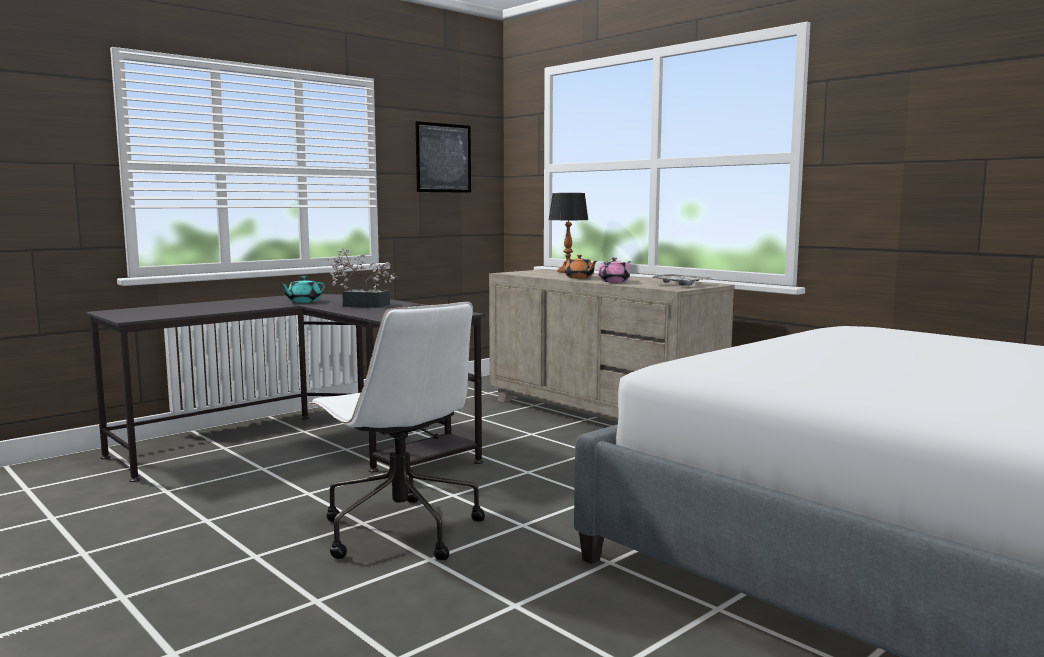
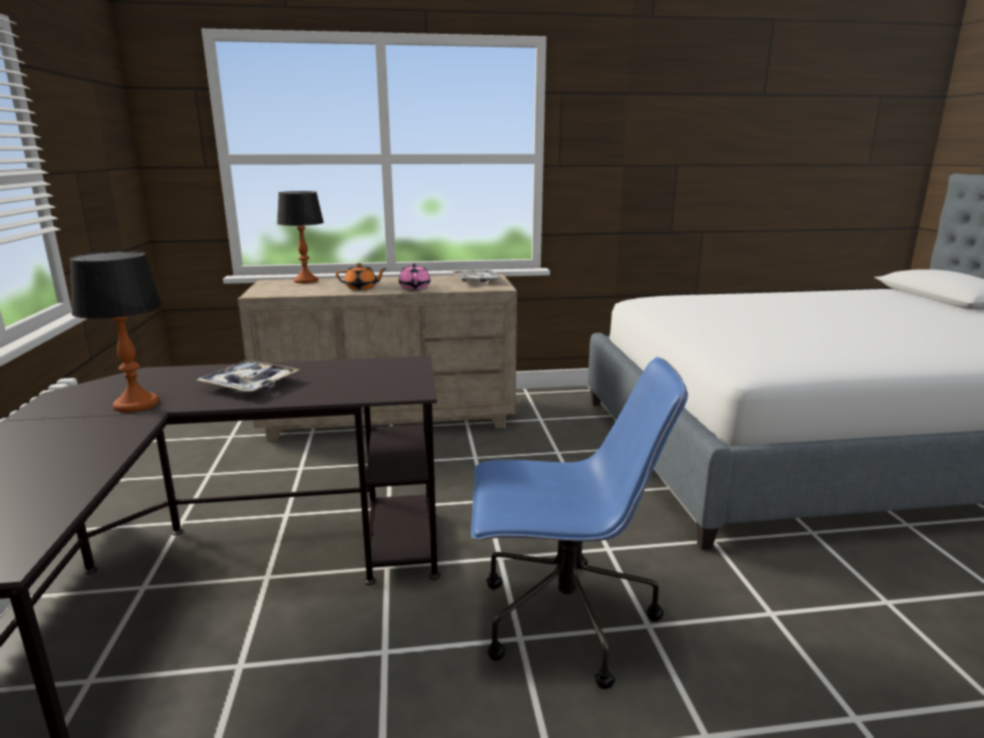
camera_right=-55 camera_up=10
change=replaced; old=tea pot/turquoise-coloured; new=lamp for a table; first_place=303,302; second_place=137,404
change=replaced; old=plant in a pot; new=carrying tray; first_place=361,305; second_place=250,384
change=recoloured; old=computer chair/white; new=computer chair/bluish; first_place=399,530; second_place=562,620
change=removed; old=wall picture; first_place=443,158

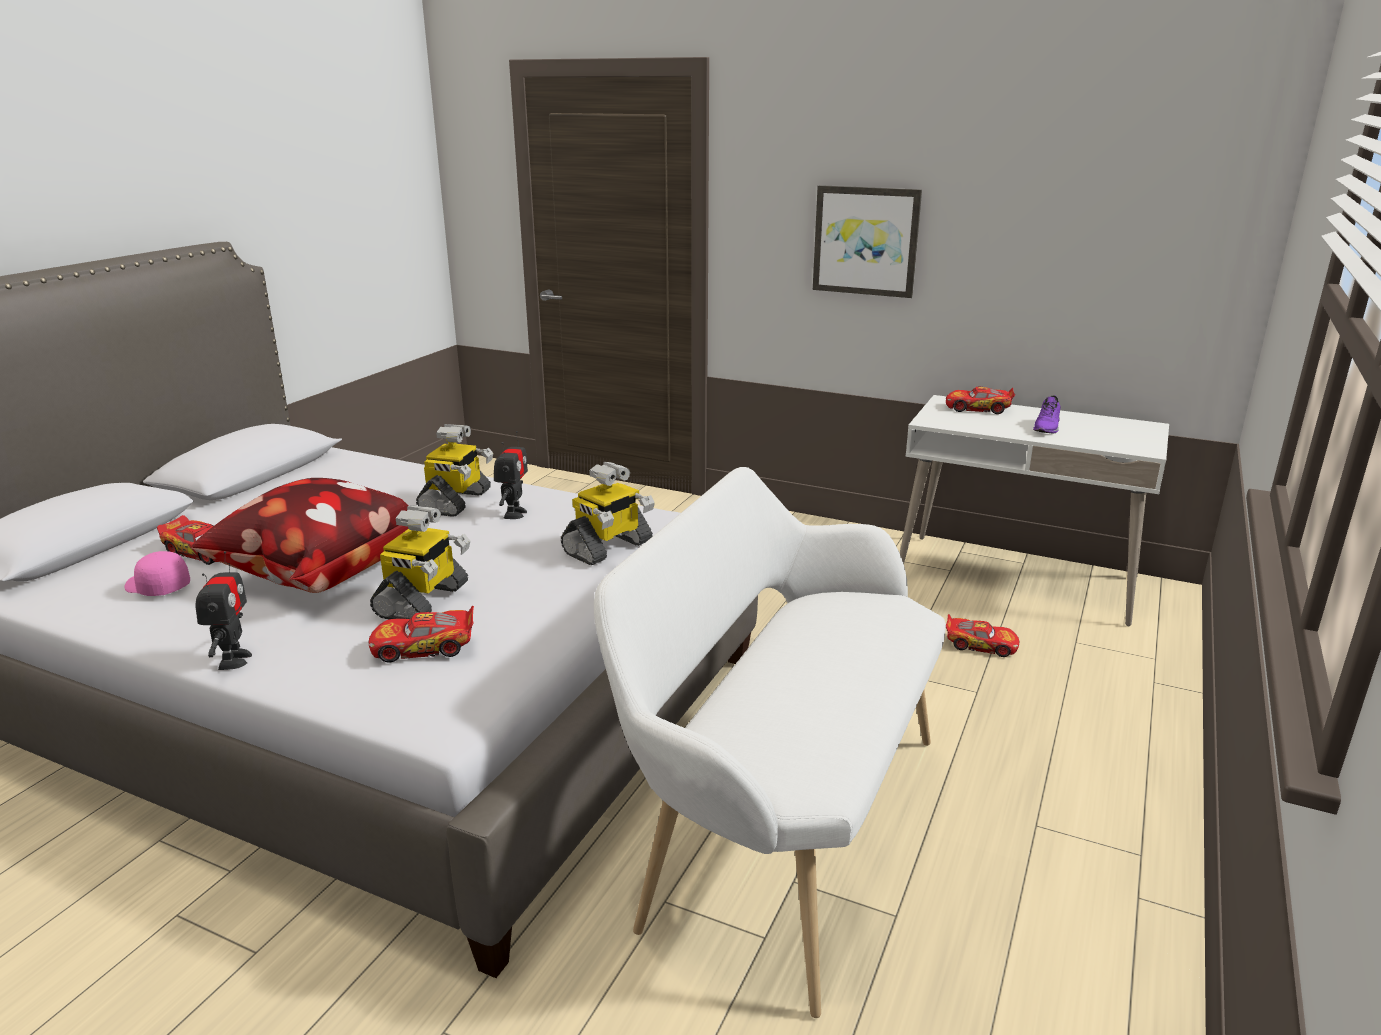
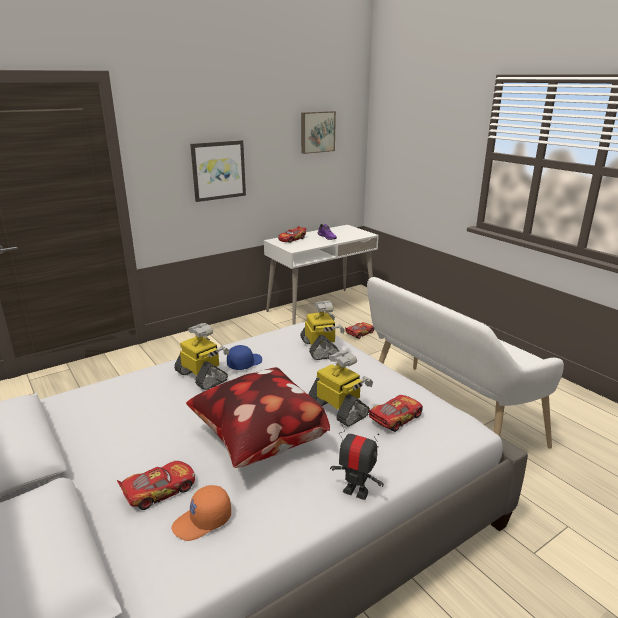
camera_right=-60 camera_up=0
change=recoloured; old=peaked cap/pink; new=peaked cap/orangey; first_place=157,587; second_place=203,521
change=replaced; old=model robot; new=peaked cap/bluish; first_place=514,514; second_place=244,363
change=added; new=wall picture; second_place=317,132
change=turned; old=miniature car; first_place=424,647; second_place=395,418; degrees=-150

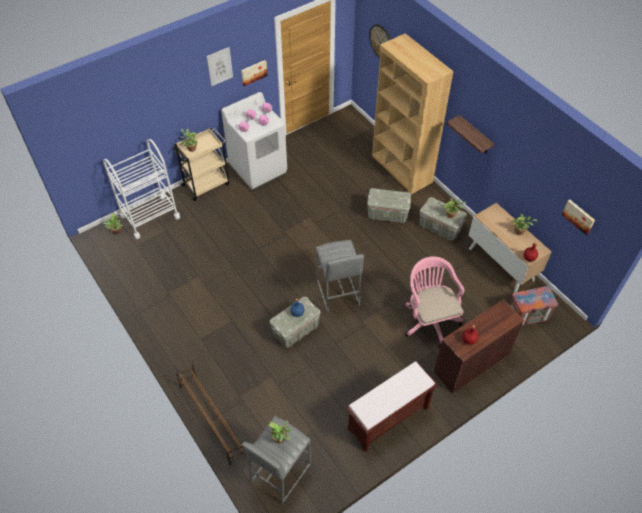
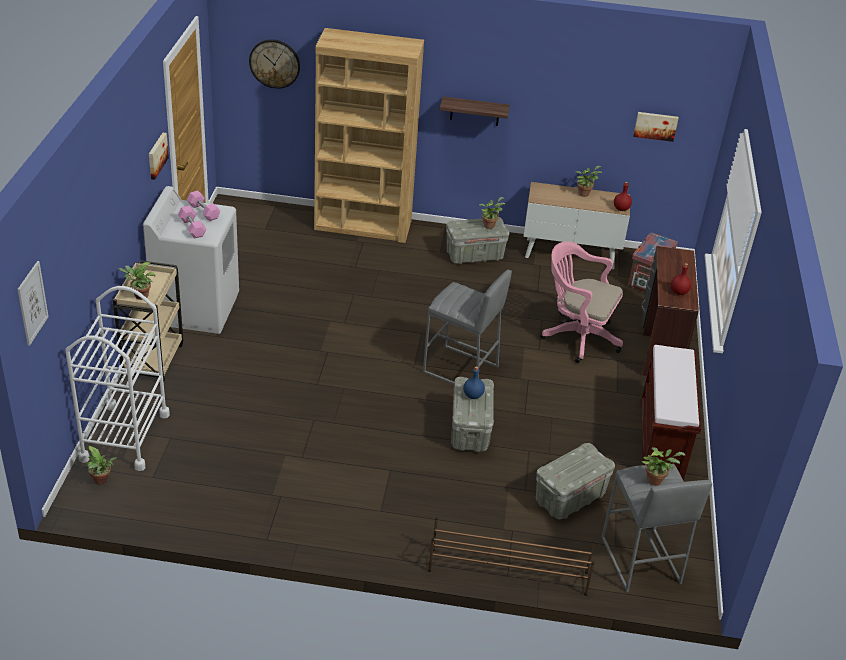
camera_right=-50 camera_up=-15
change=moved; old=wall picture; first_place=219,66; second_place=32,303
change=moved; old=storage bin/gray; first_place=387,214; second_place=570,498

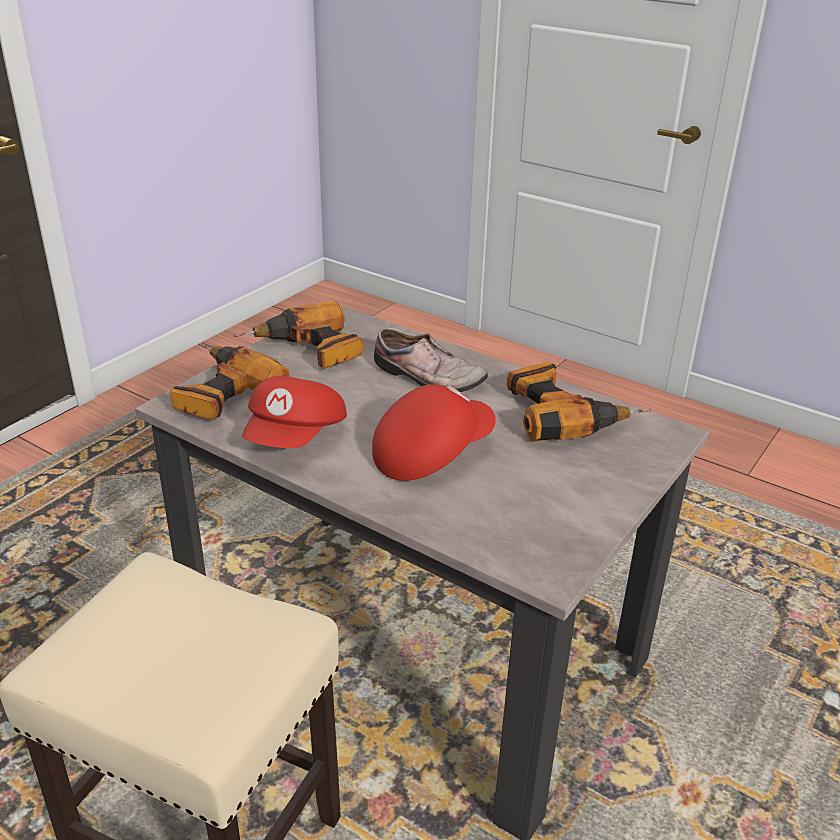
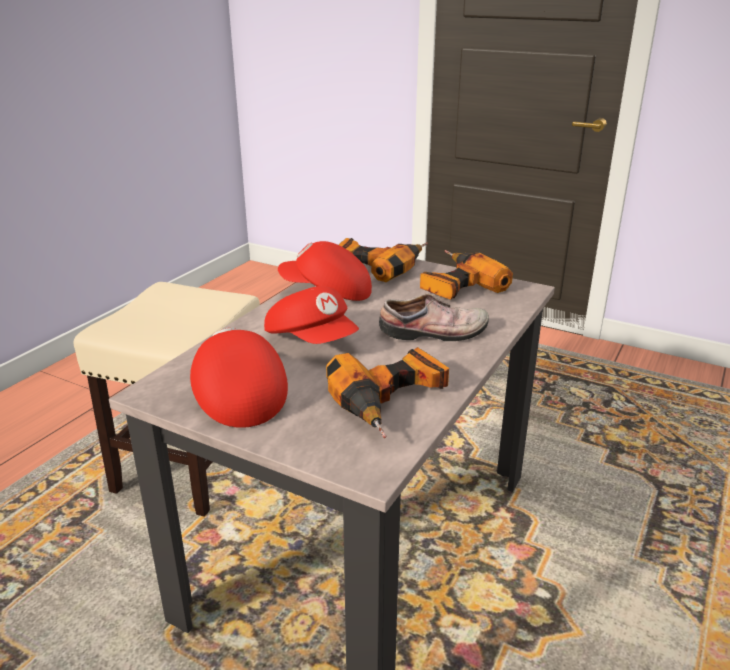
camera_right=85 camera_up=-5
change=added; new=peaked cap/red; second_place=237,396
change=turned; old=shoe; first_place=427,377; second_place=435,333; degrees=-120

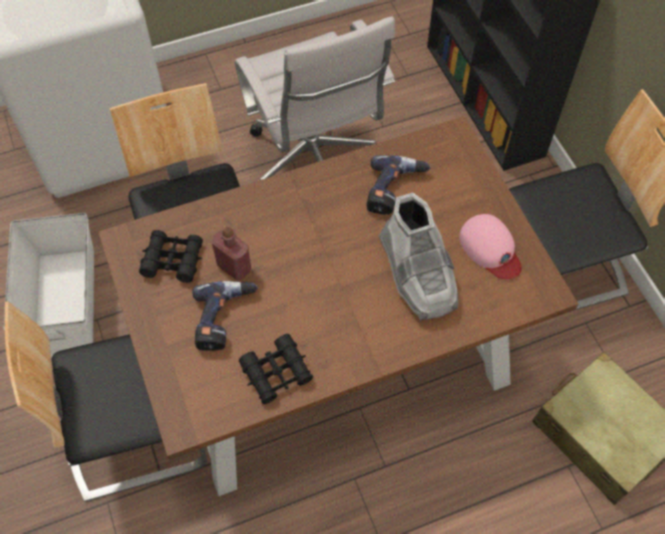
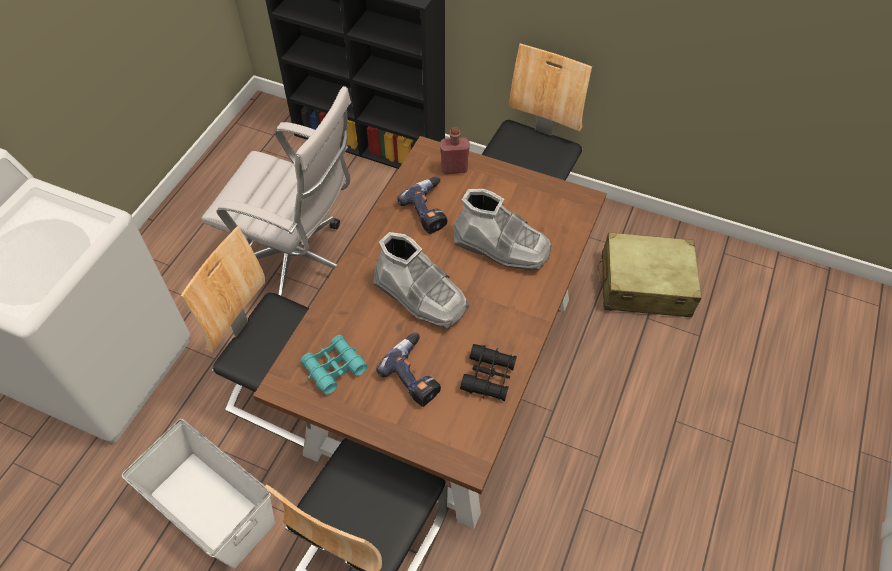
camera_right=-45 camera_up=-5
change=recoloured; old=pair of binoculars/black-coloured; new=pair of binoculars/turquoise-coloured; first_place=173,260; second_place=334,368
change=added; new=tall boot/gray; second_place=421,296
change=moved; old=beverage bottle/red; first_place=234,267; second_place=454,169
change=removed; old=peaked cap/pink; first_place=490,249

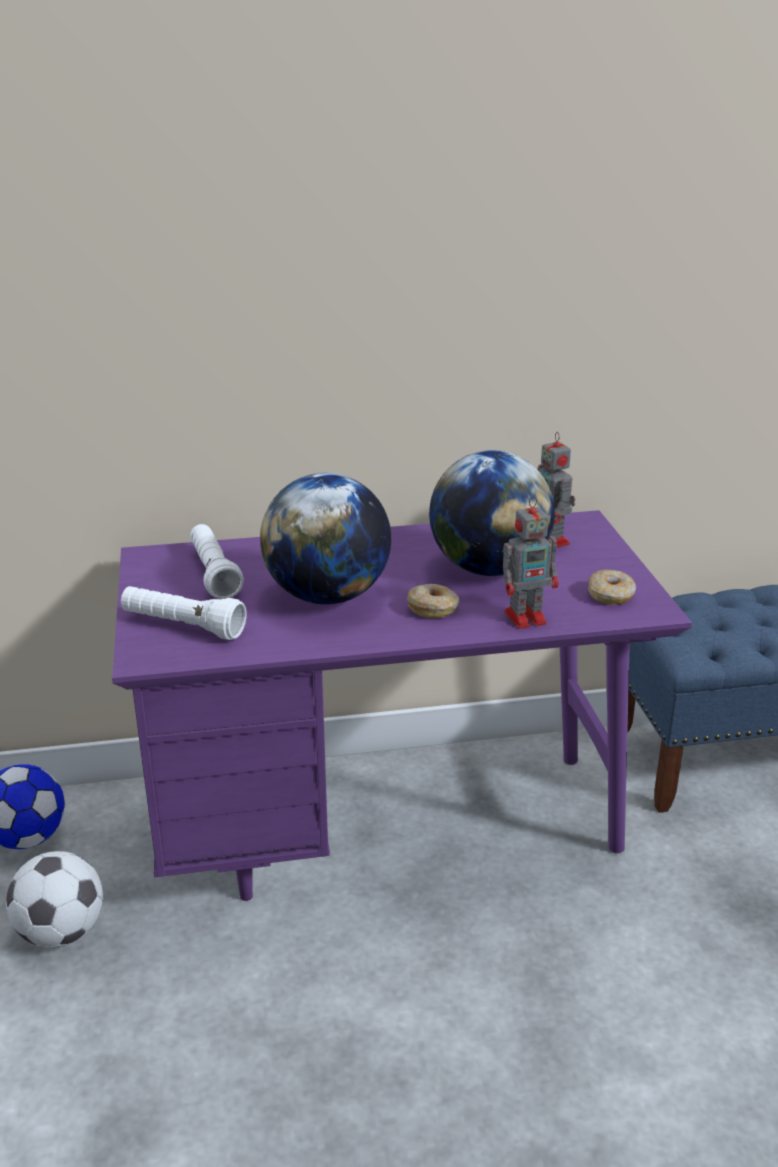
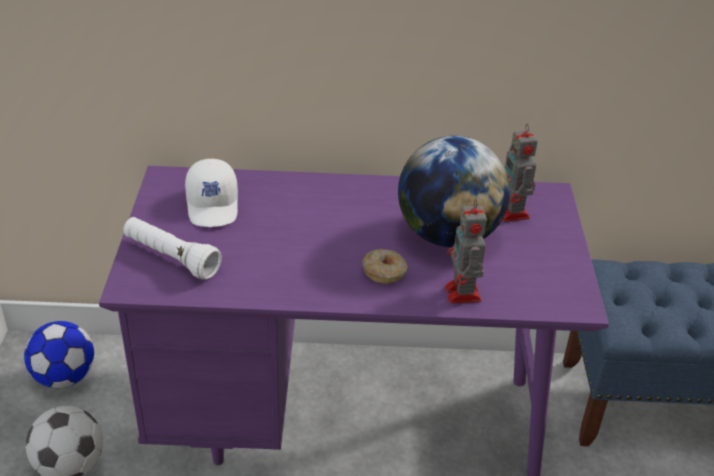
camera_right=10 camera_up=10
change=replaced; old=torch/white; new=peaked cap/white; first_place=214,574; second_place=213,205
change=turned; old=model robot; first_place=527,617; second_place=463,295; degrees=90
change=removed; old=globe; first_place=327,596
change=removed; old=ring doughnut; first_place=611,595

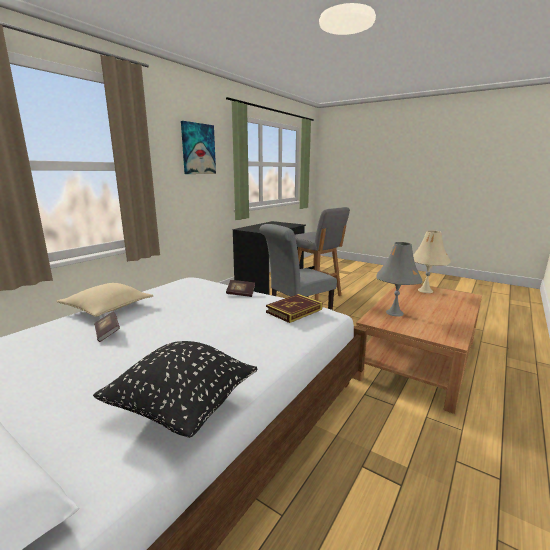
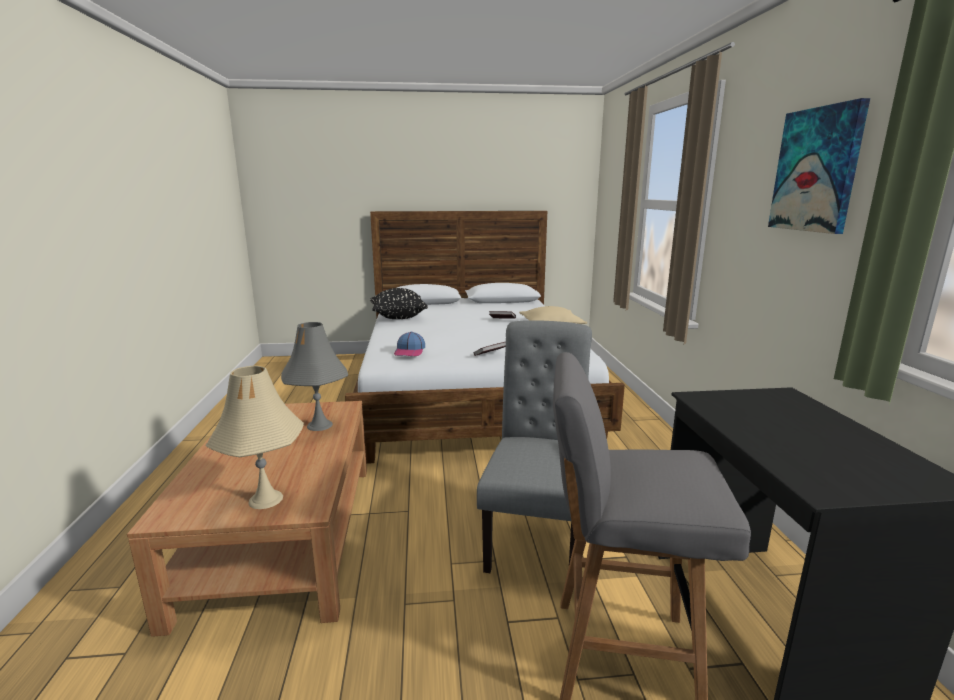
camera_right=140 camera_up=0
change=replaced; old=volume; new=peaked cap; first_place=294,311; second_place=410,351

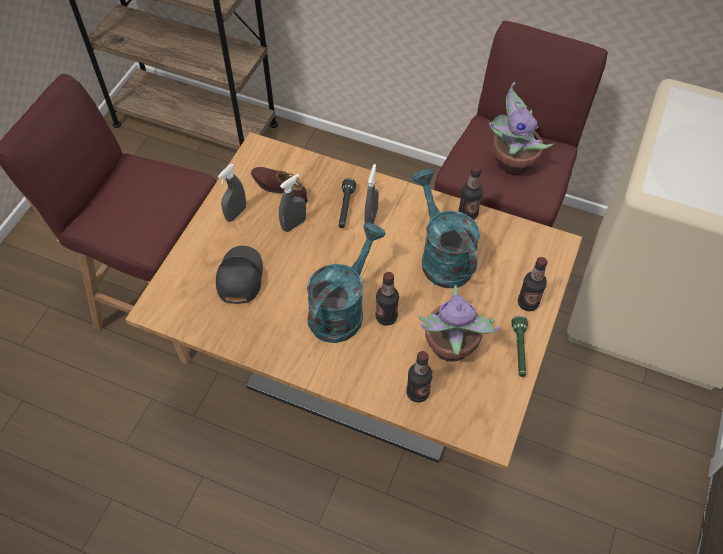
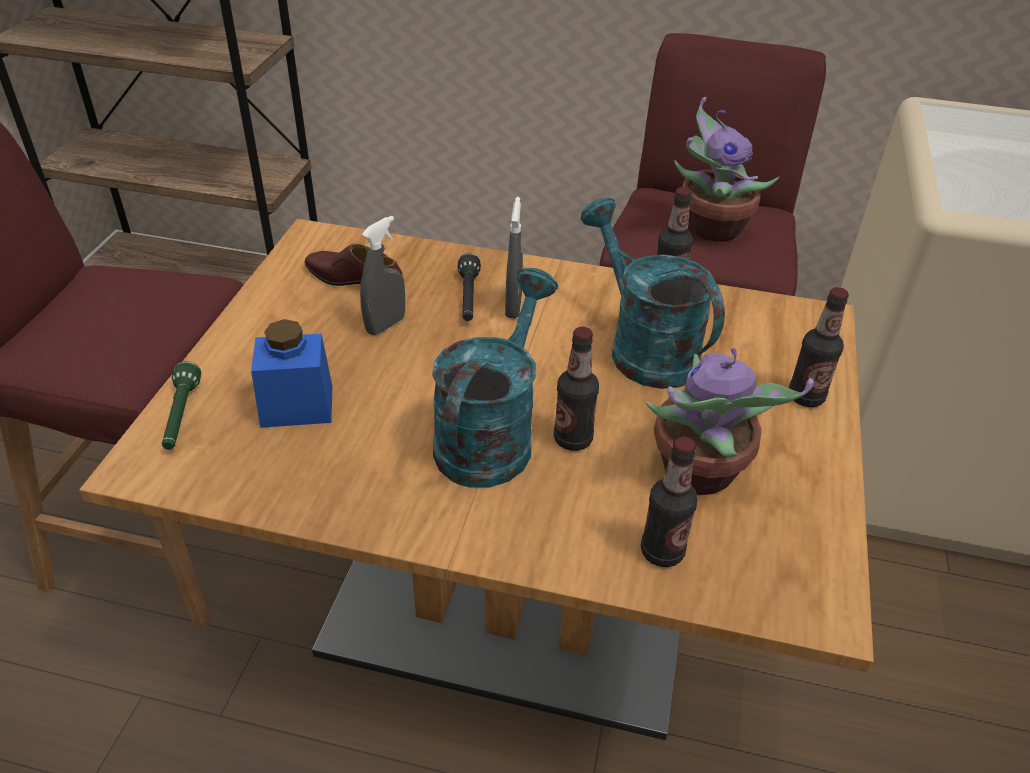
camera_right=-10 camera_up=-15
change=moved; old=torch/greenish; first_place=519,350; second_place=181,416
change=replaced; old=peaked cap/black-coloured; new=storage jar/bluish; first_place=239,278; second_place=297,406
change=removed; old=spray bottle/gray; first_place=236,213

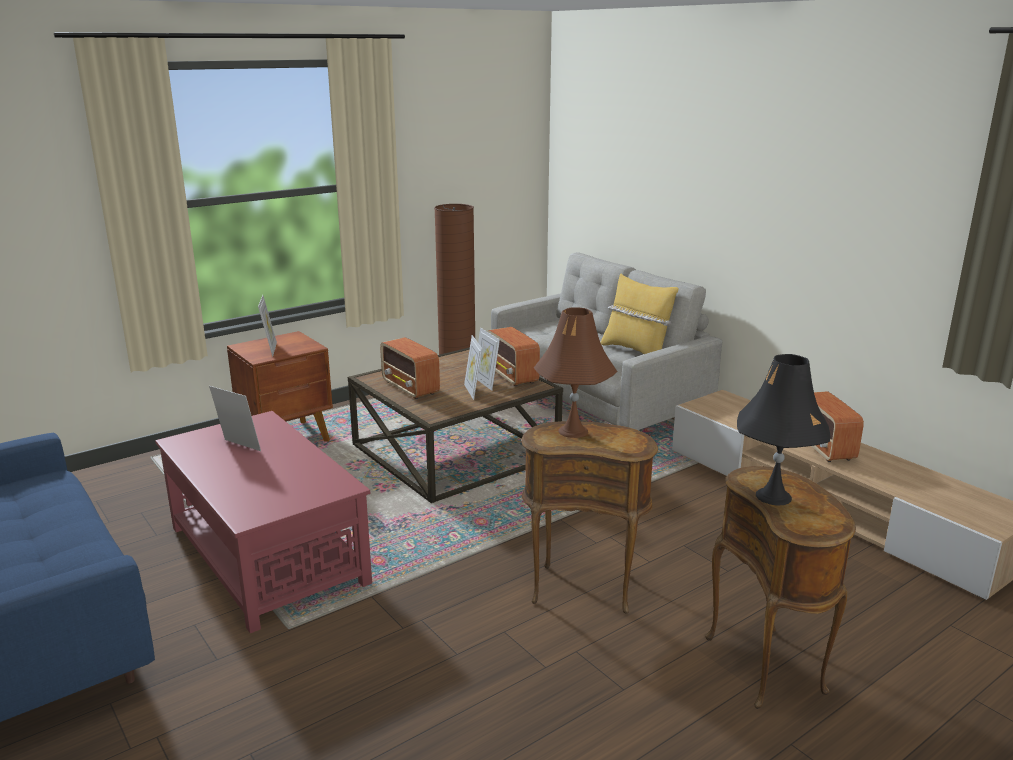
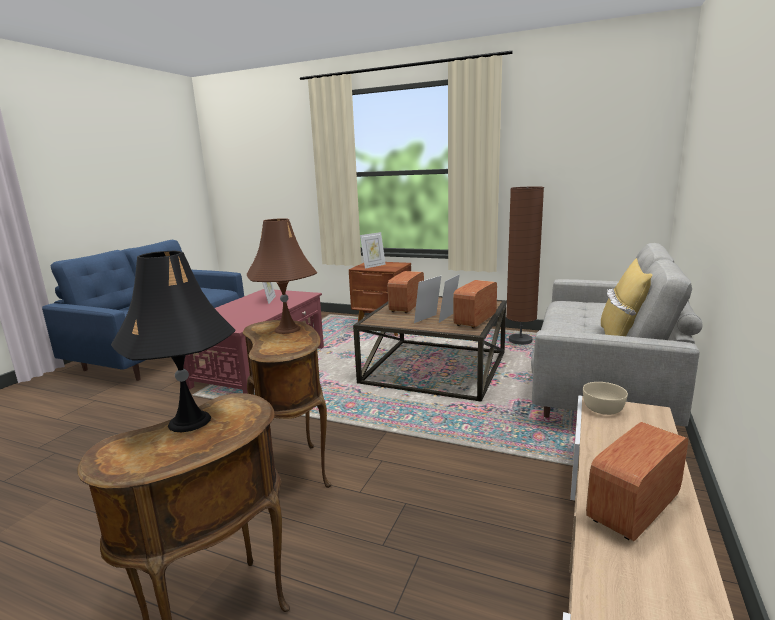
camera_right=60 camera_up=-5
change=added; new=serving bowl/beige-coloured; second_place=602,408

